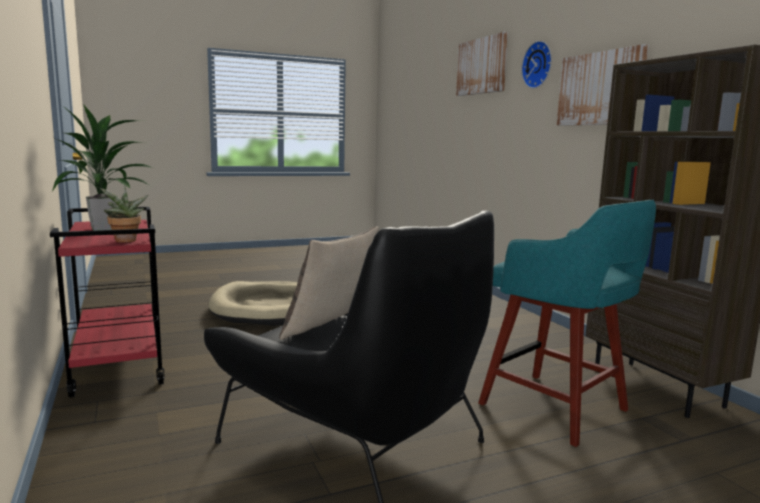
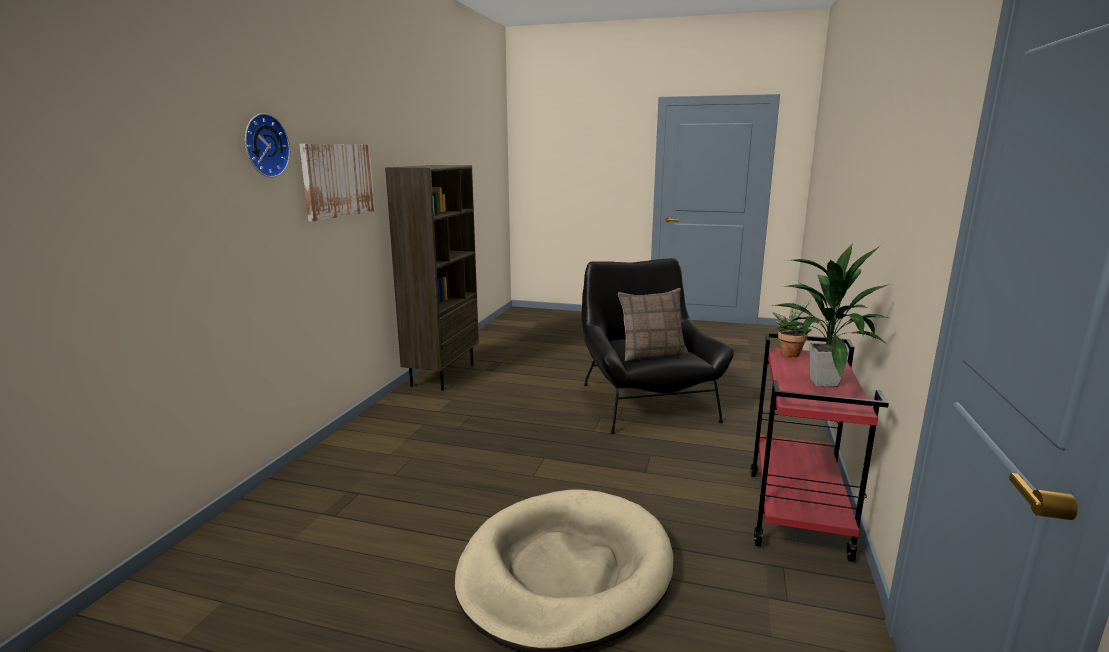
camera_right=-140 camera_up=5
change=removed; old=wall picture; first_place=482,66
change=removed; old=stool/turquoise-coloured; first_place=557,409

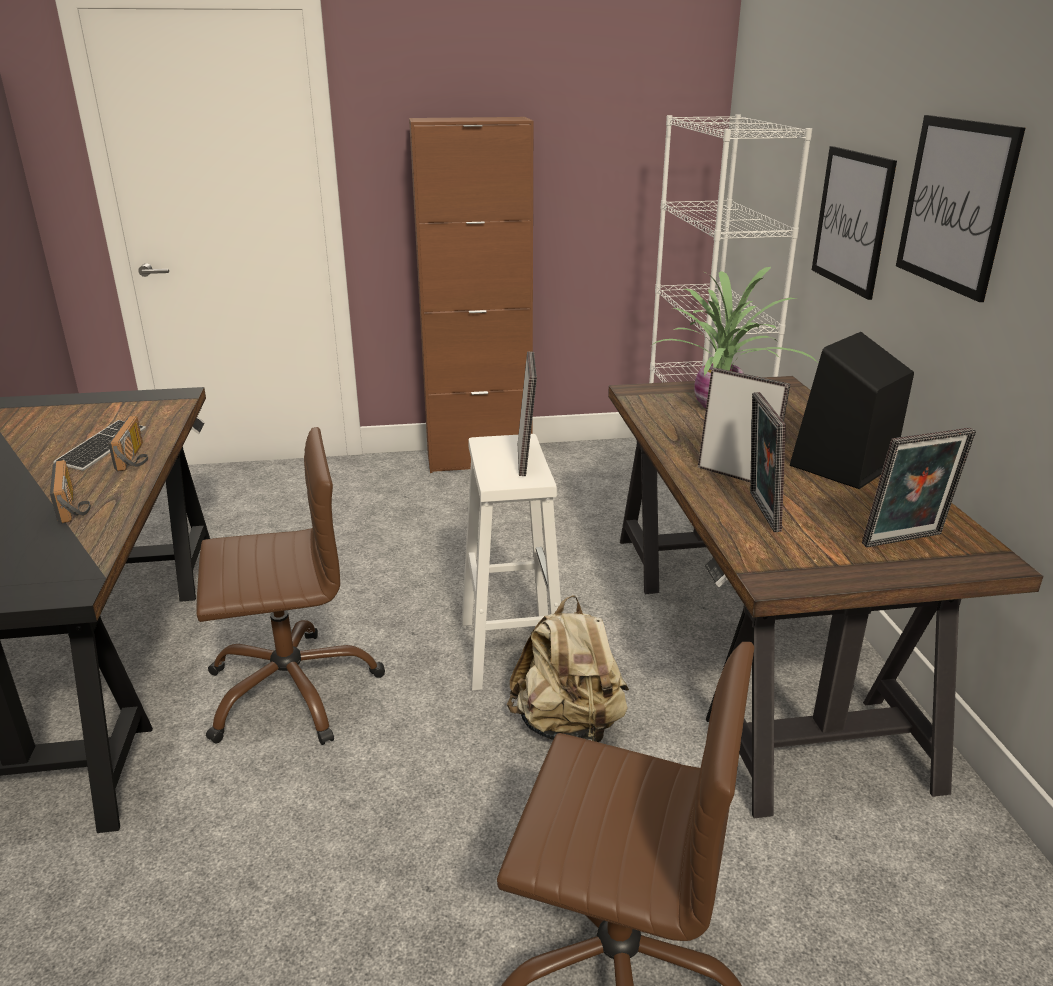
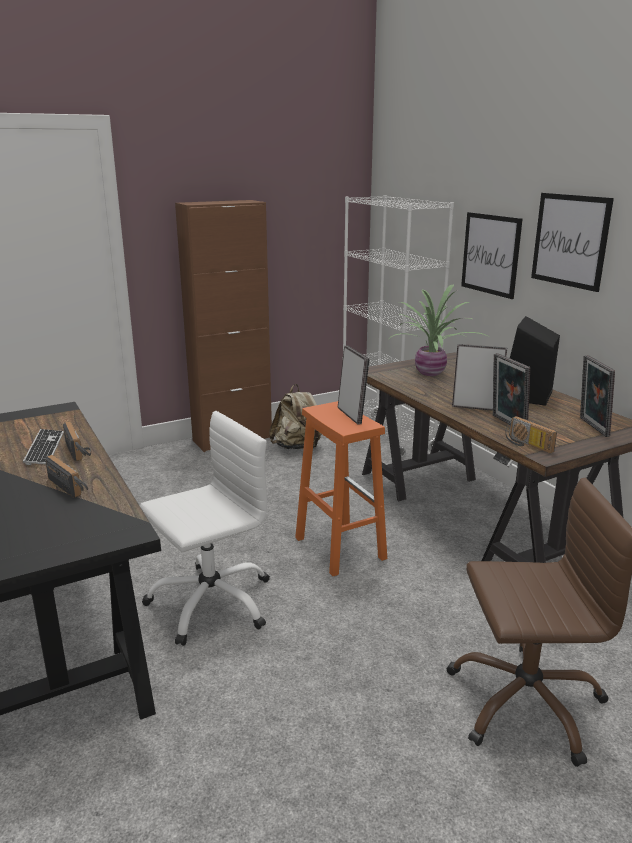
camera_right=-20 camera_up=-5
change=recoloured; old=computer chair/brownish; new=computer chair/white; first_place=291,690; second_place=211,602
change=moved; old=rucksack/beige-coloured; first_place=568,725; second_place=298,447
change=recoloured; old=stool/white; new=stool/orangey; first_place=511,648; second_place=339,547
change=added; new=radio; second_place=526,445
change=turned; old=standing frame; first_place=905,541; second_place=591,427; degrees=120

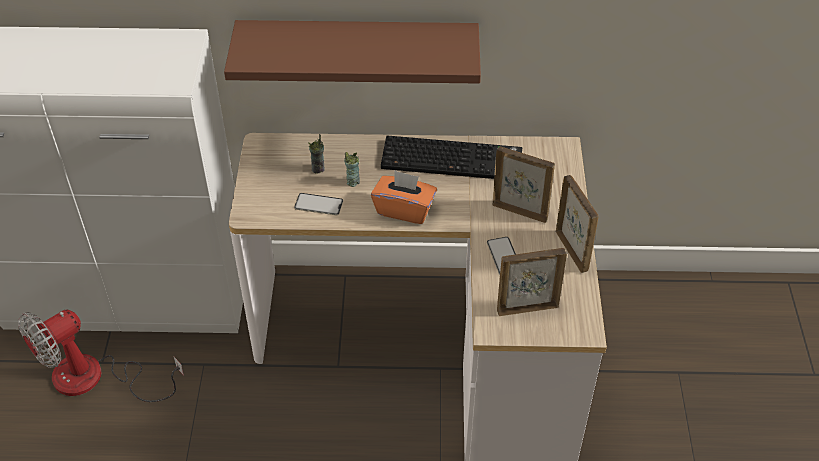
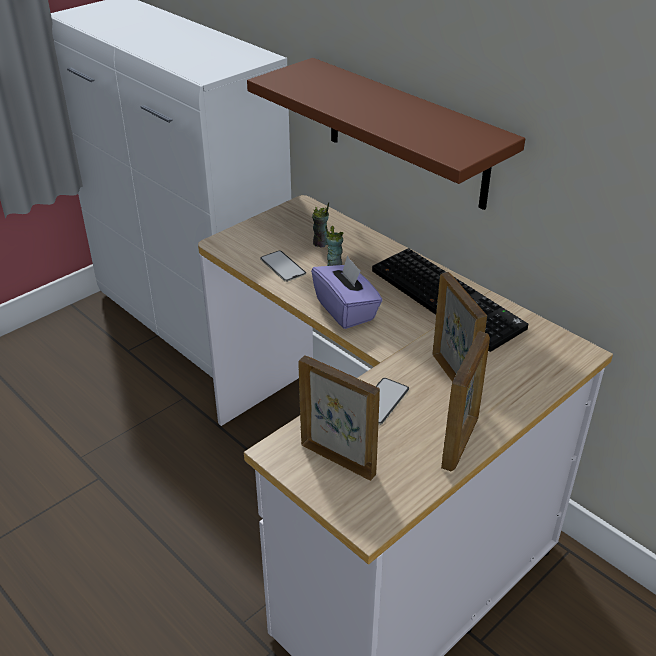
camera_right=45 camera_up=-10
change=recoloured; old=tissue box/orangey; new=tissue box/purple-coloured; first_place=404,209; second_place=346,310
change=removed; old=cooling fan; first_place=95,378

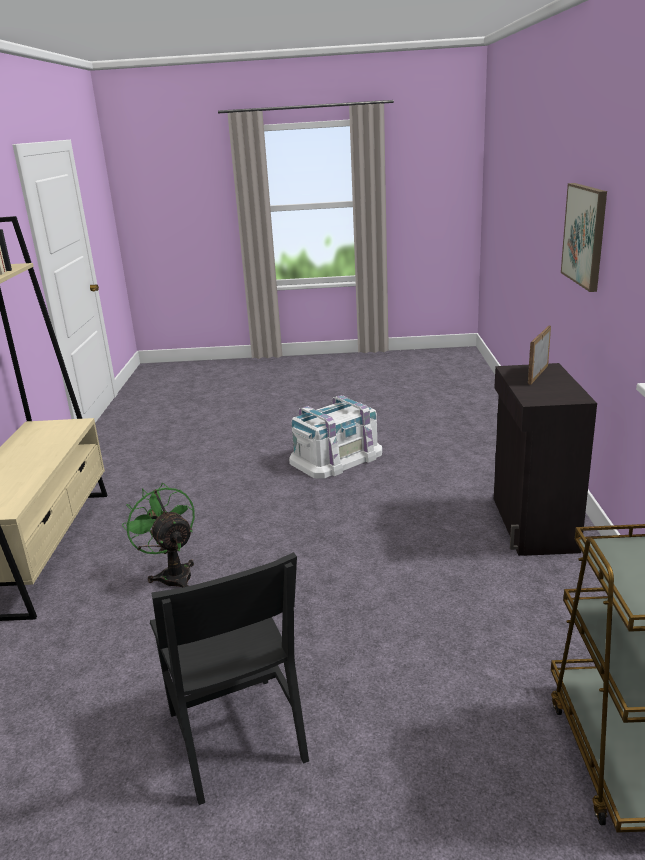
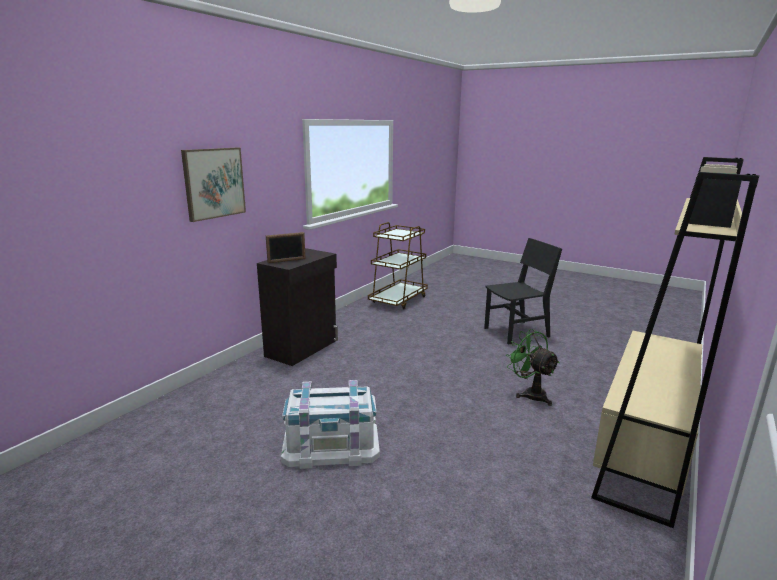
camera_right=-150 camera_up=-5
change=turned; old=upright chair/black-coloured; first_place=235,735; second_place=516,332; degrees=60
change=turned; old=cooling fan/greenish; first_place=172,574; second_place=530,393; degrees=150

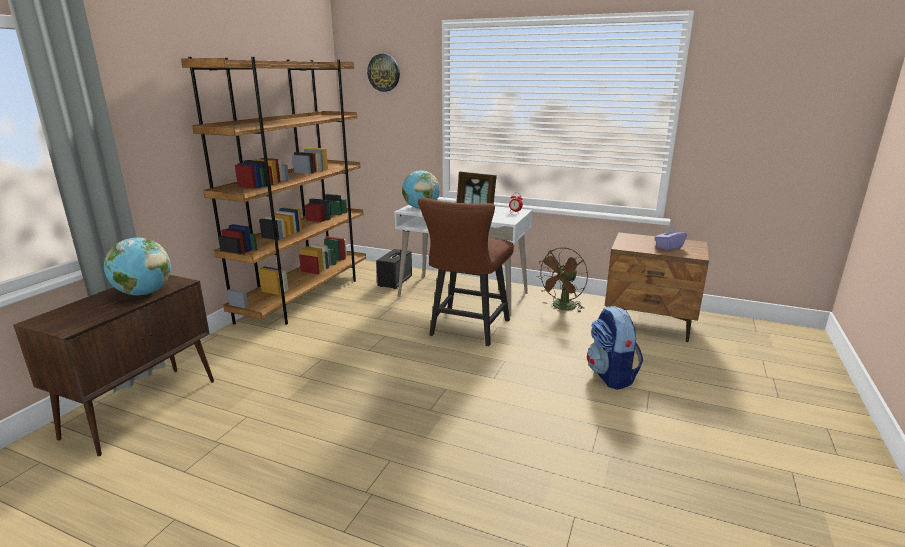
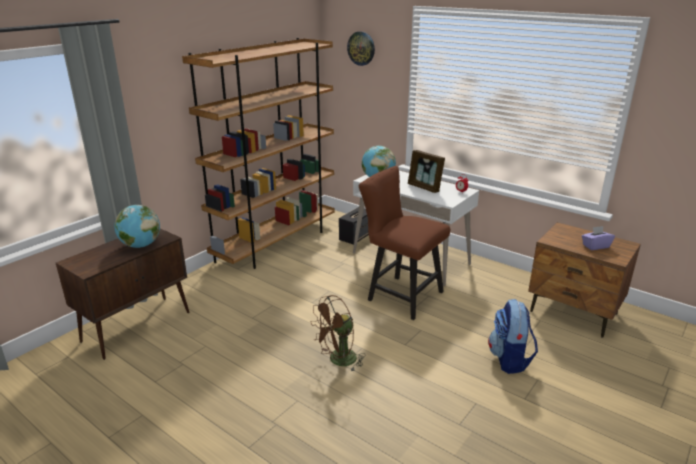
camera_right=15 camera_up=5
change=moved; old=cooling fan/brownish; first_place=562,308; second_place=338,361
change=turned; old=upright chair/brownish; first_place=466,330; second_place=400,295; degrees=90

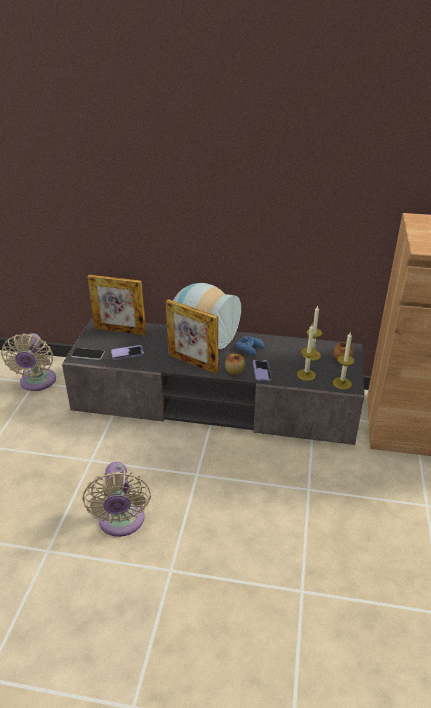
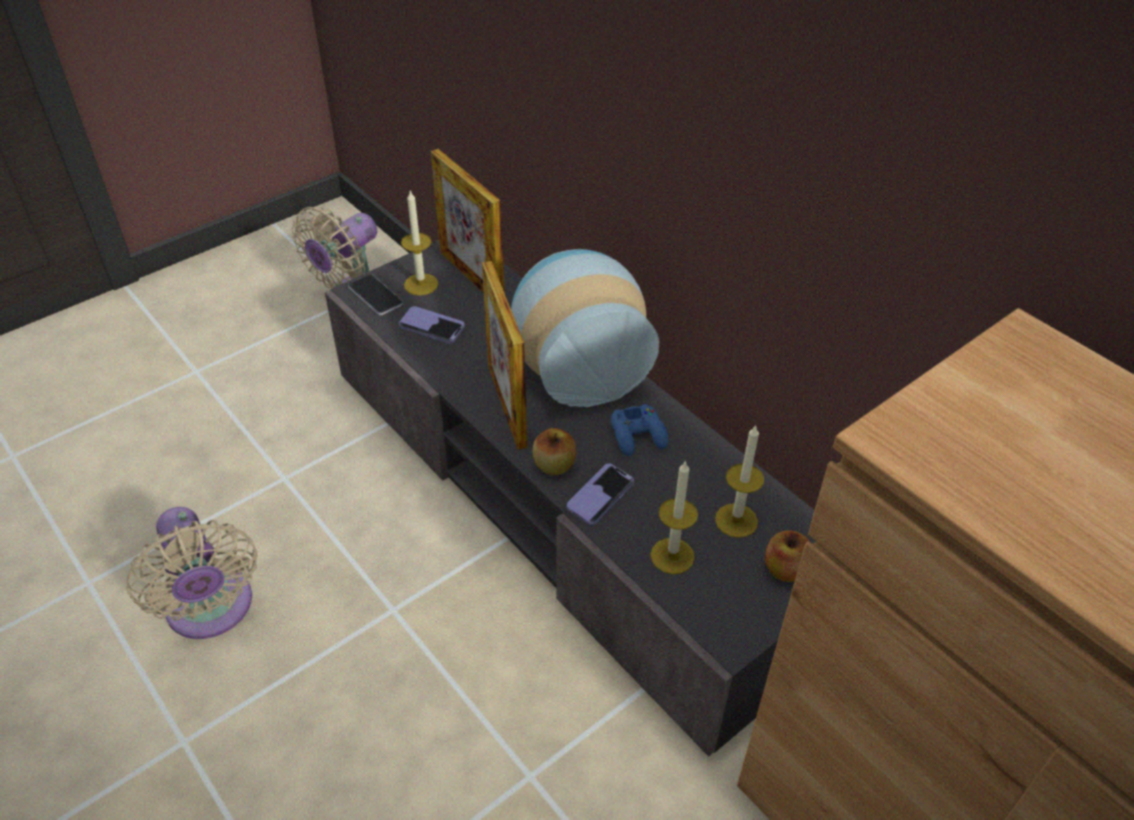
camera_right=40 camera_up=10
change=turned; old=cooling fan/beige-coloured; first_place=121,522; second_place=211,610; degrees=-60
change=moved; old=wax candle; first_place=342,383; second_place=421,284

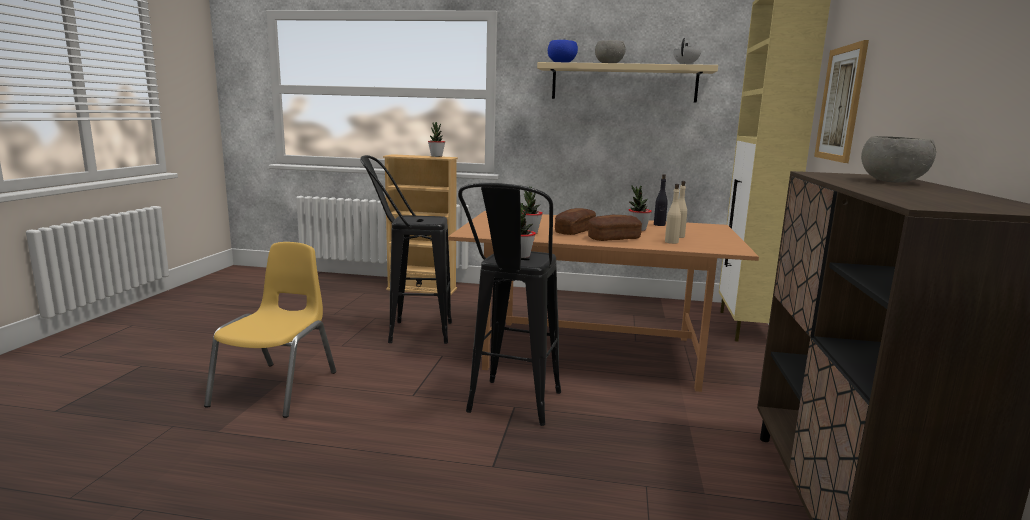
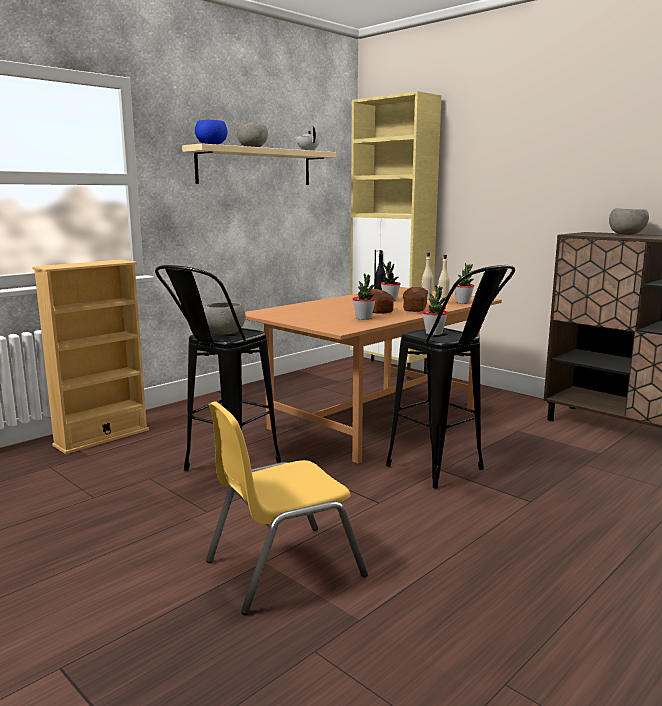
camera_right=-55 camera_up=0
change=added; new=serving bowl/gray; second_place=224,334
change=turned; old=upright chair/yellow-coloured; first_place=277,388; second_place=283,568; degrees=-75
change=moved; old=plant in a pot; first_place=436,156; second_place=463,302
change=removed; old=wall picture; first_place=840,104

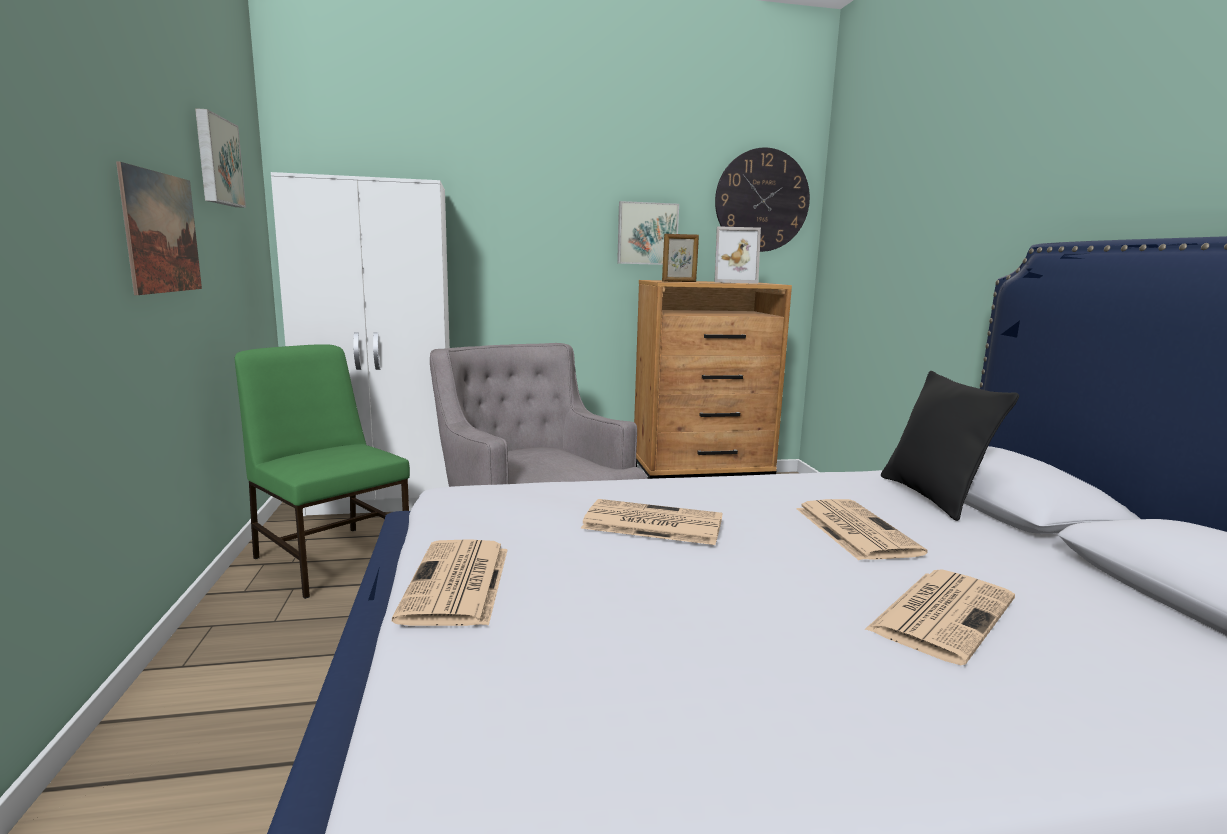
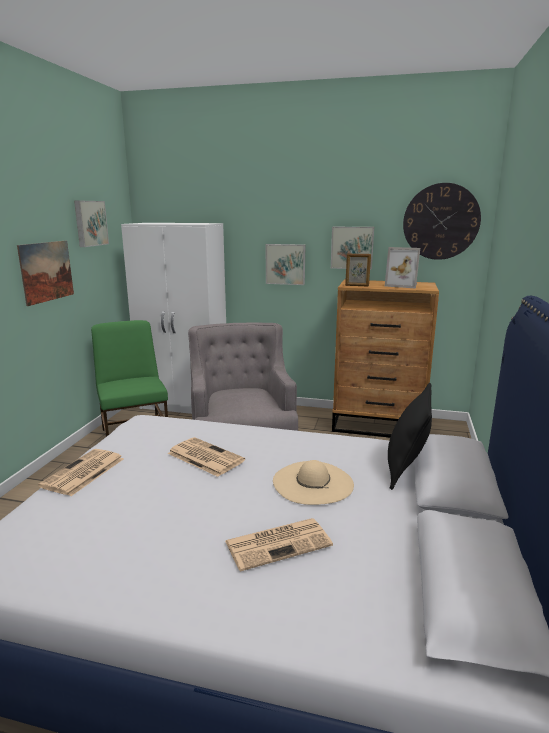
camera_right=25 camera_up=5
change=added; new=wall picture; second_place=285,264
change=replaced; old=newspaper; new=hat/beige-coloured; first_place=853,530; second_place=312,482

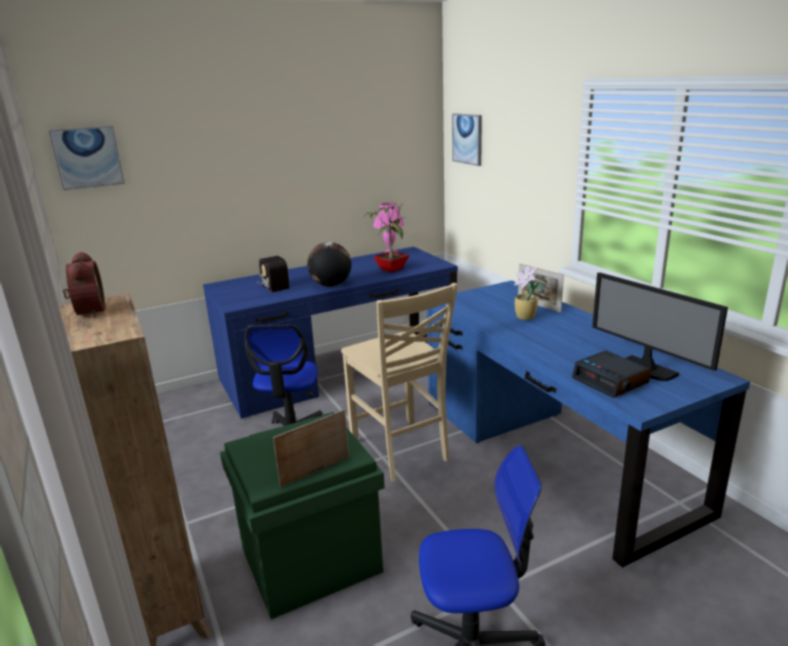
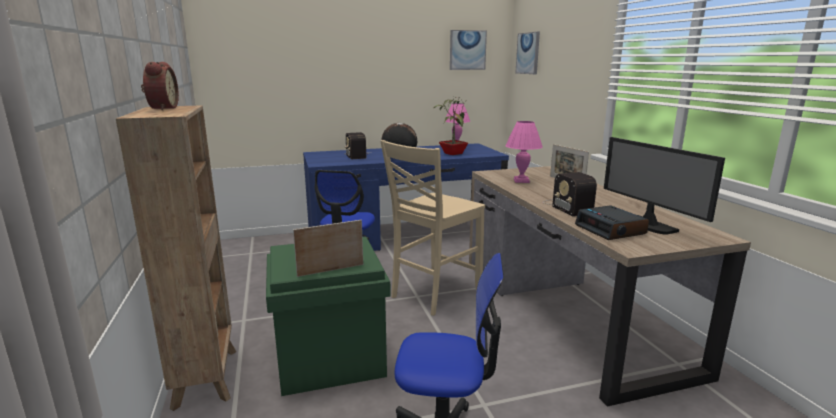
camera_right=10 camera_up=-5
change=turned; old=upright chair/beige-coloured; first_place=401,451; second_place=433,294; degrees=60
change=moved; old=wall picture; first_place=87,157; second_place=467,50
change=recoloured; old=desk/bluish; new=desk/brownish; first_place=551,453; second_place=566,311
change=added; new=lamp for a table/pink; second_place=521,181
change=added; new=radio; second_place=567,206
change=removed; old=plant in a pot; first_place=525,317

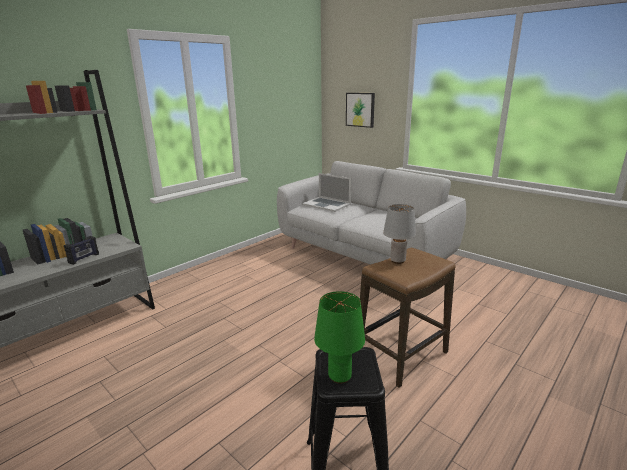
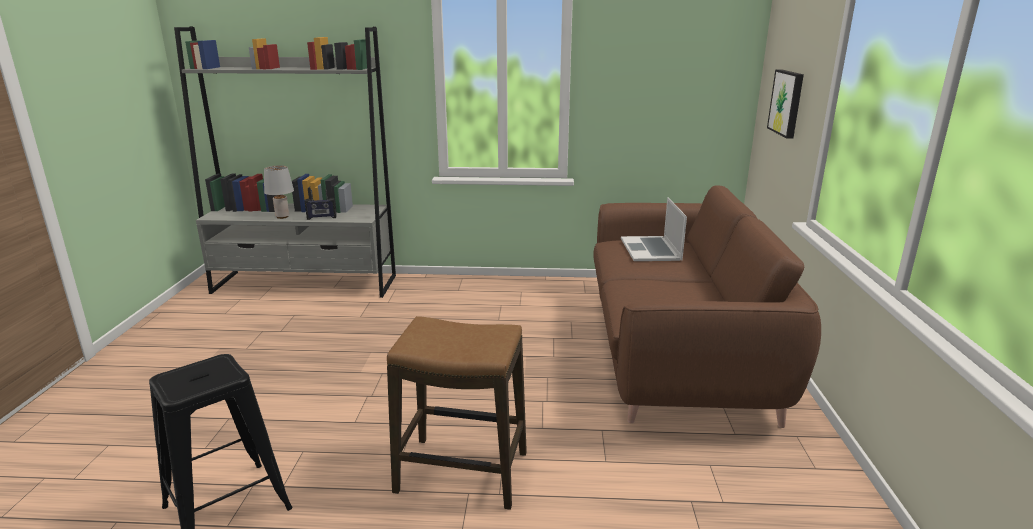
camera_right=50 camera_up=0
change=moved; old=lamp for a table/gray; first_place=397,261; second_place=282,216
change=recoloured; old=couch/gray; new=couch/brownish; first_place=364,255; second_place=675,352
change=removed; old=lamp for a table/greenish; first_place=340,377

